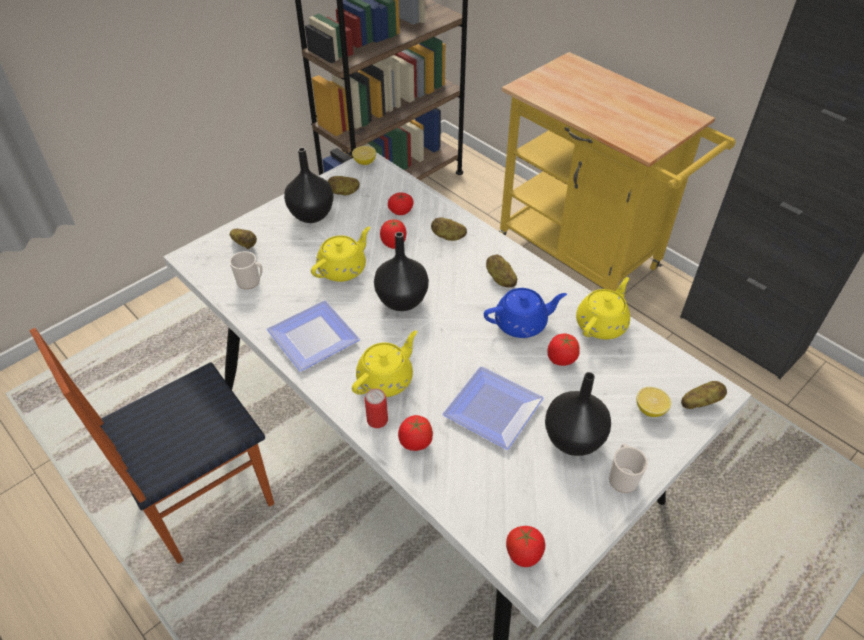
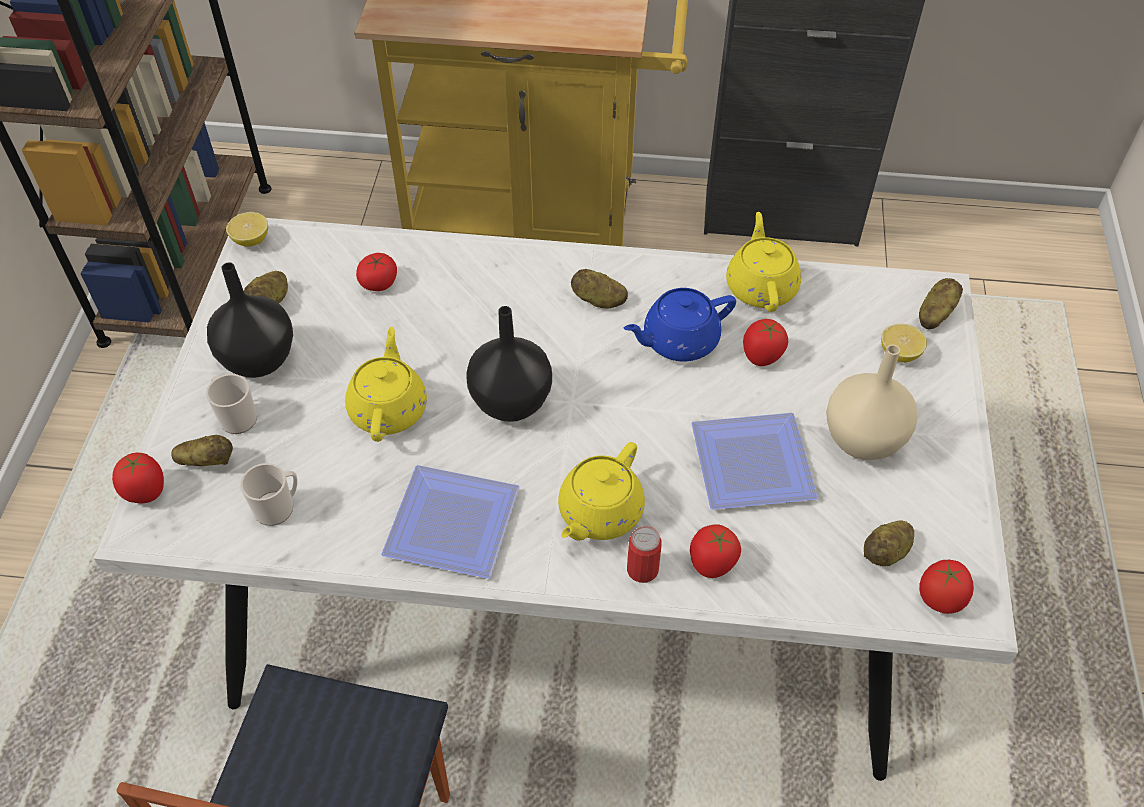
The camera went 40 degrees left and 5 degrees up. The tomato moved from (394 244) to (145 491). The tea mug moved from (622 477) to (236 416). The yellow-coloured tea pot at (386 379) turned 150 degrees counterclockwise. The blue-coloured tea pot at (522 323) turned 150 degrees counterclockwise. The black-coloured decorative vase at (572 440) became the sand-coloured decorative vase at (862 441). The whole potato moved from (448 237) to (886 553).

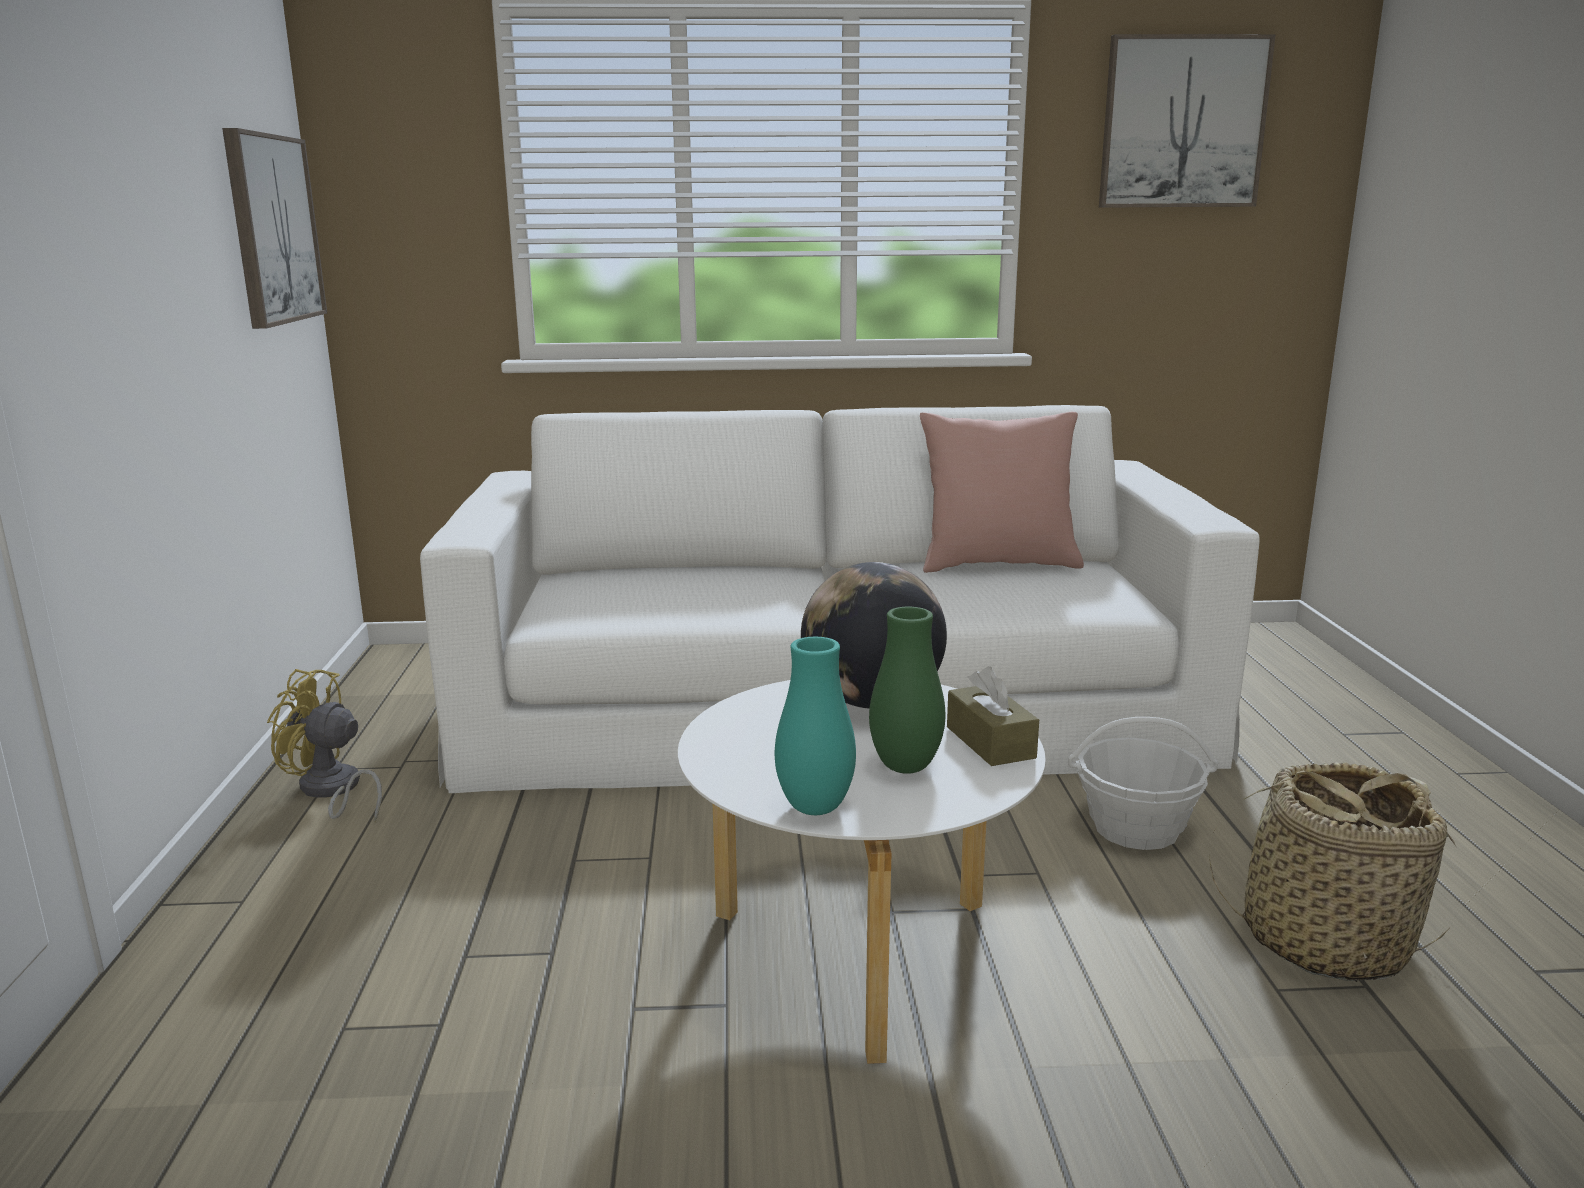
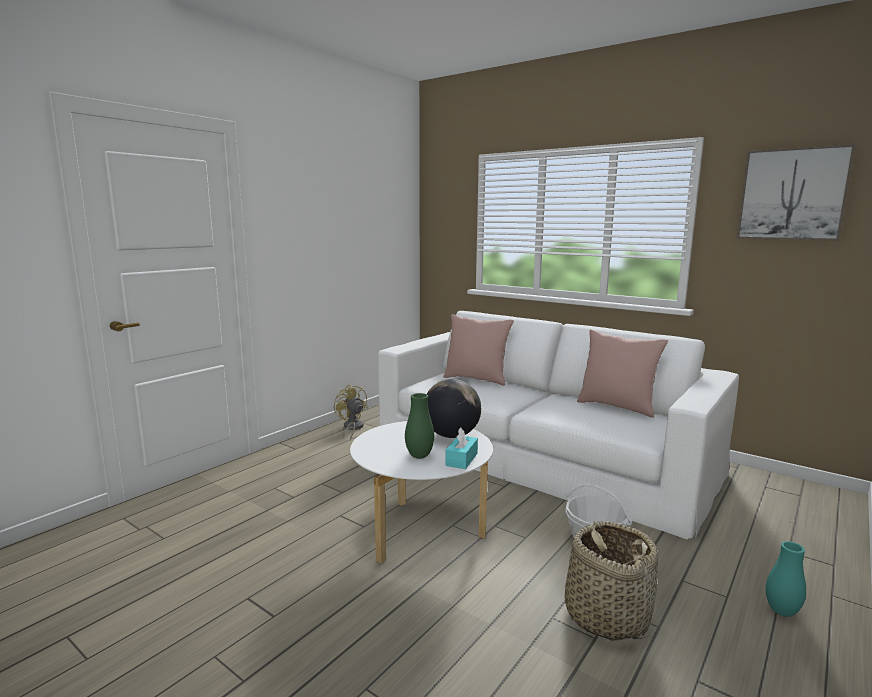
The camera went 40 degrees right and 5 degrees down. The pink-coloured throw pillow at (476 379) appeared. The brownish box of tissues at (990 742) became the blue-green box of tissues at (461 459). The blue-green decorative vase moved from (815 807) to (781 611). The wall art at (273 229) disappeared.

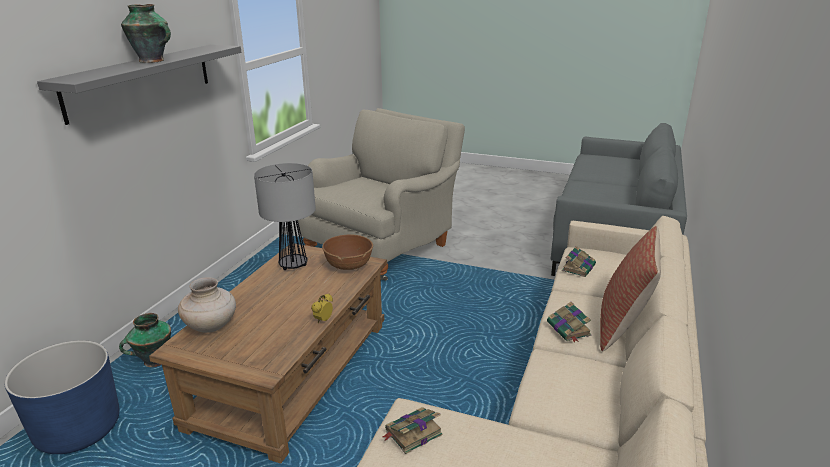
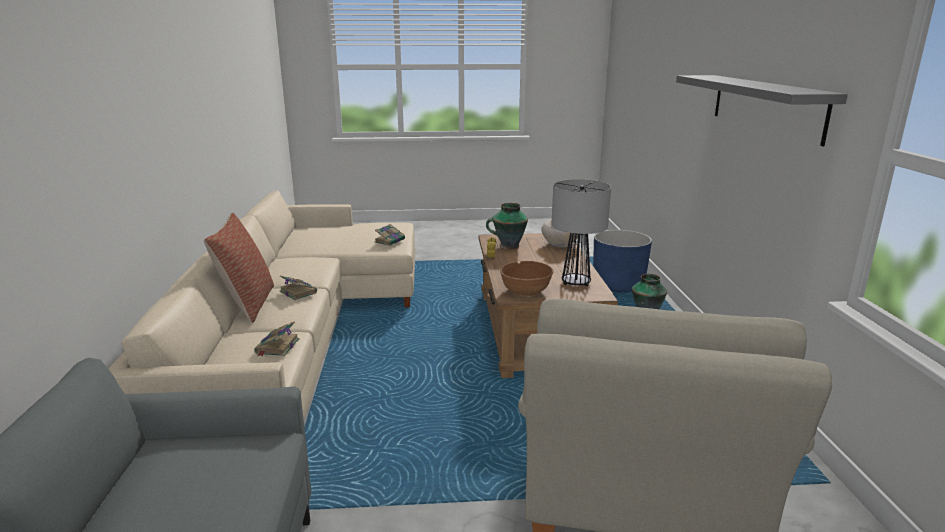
The camera went 155 degrees right and 5 degrees down. The decorative vase moved from (153 61) to (508 246).

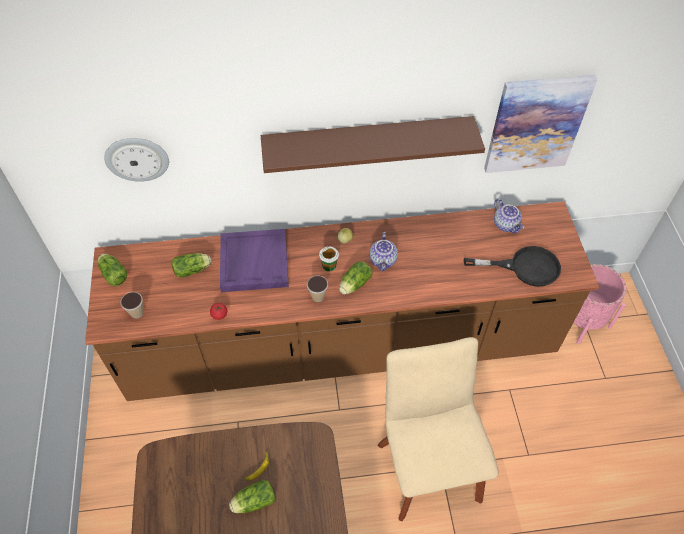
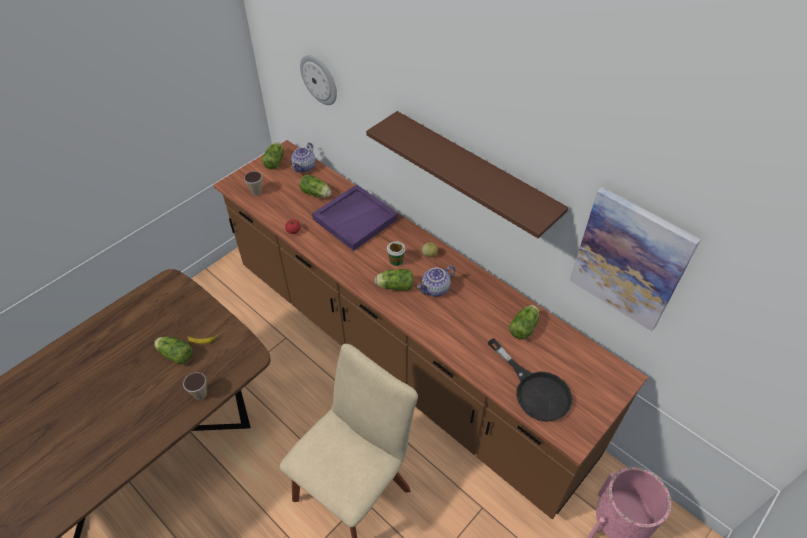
The camera went 50 degrees right and 5 degrees down. The cup moved from (318 296) to (200 394). The tea pot moved from (506 225) to (304 167). The head of lettuce at (524 326) appeared.

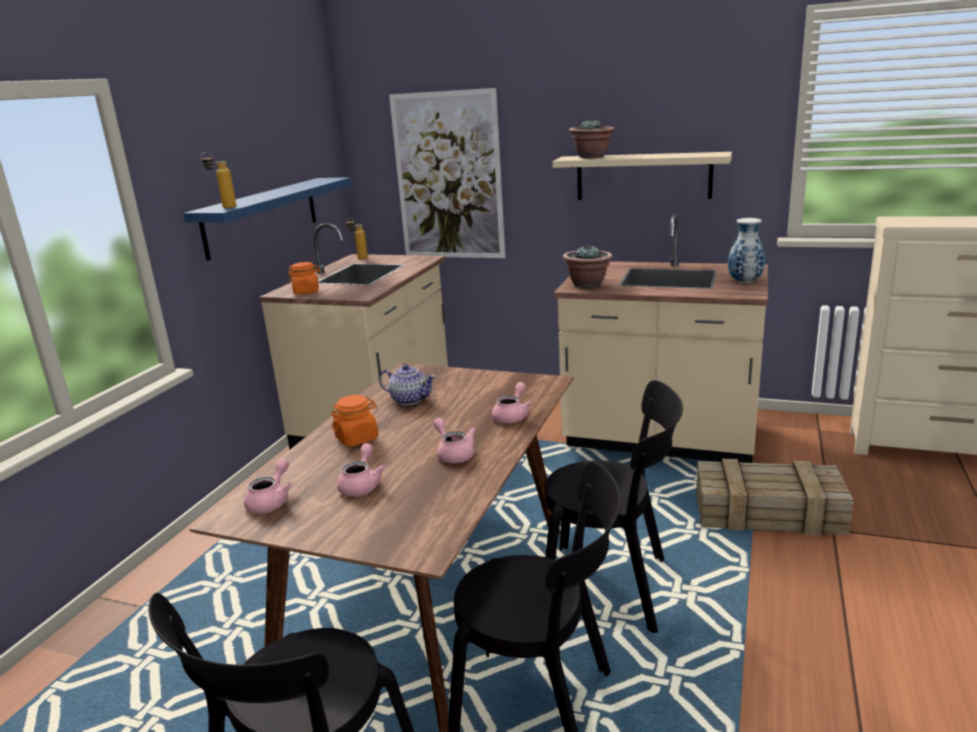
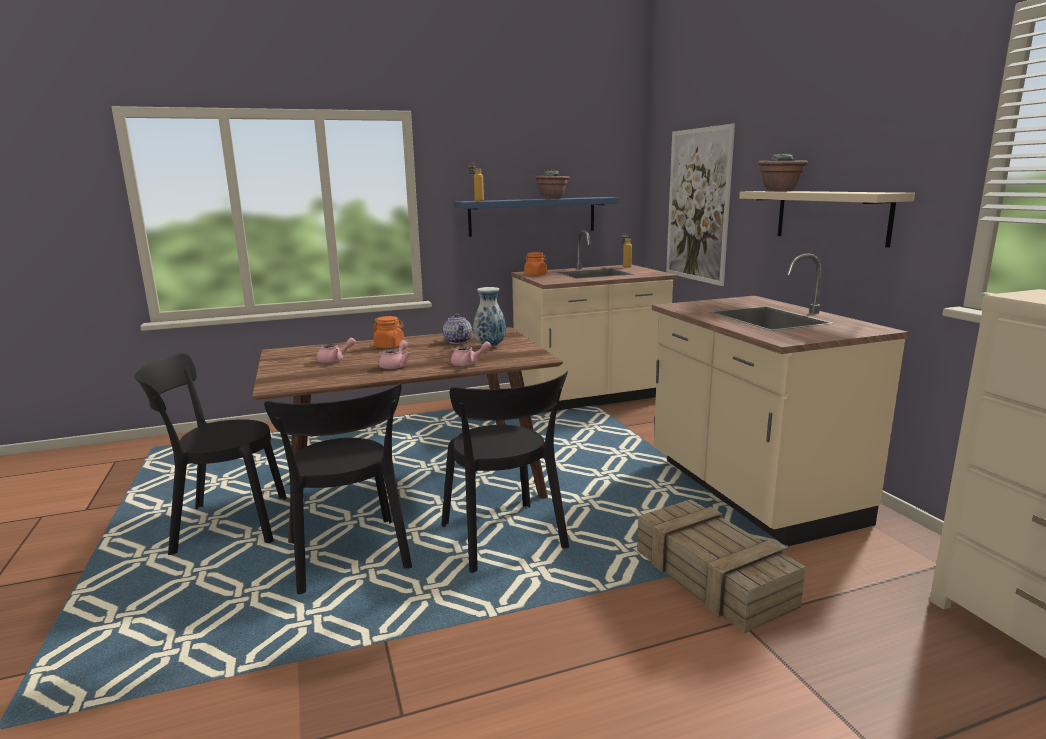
The camera went 50 degrees right and 5 degrees down. The decorative vase moved from (744 282) to (490 346). The potted plant moved from (587 284) to (552 198). The pink-coloured tea pot at (272 501) disappeared.

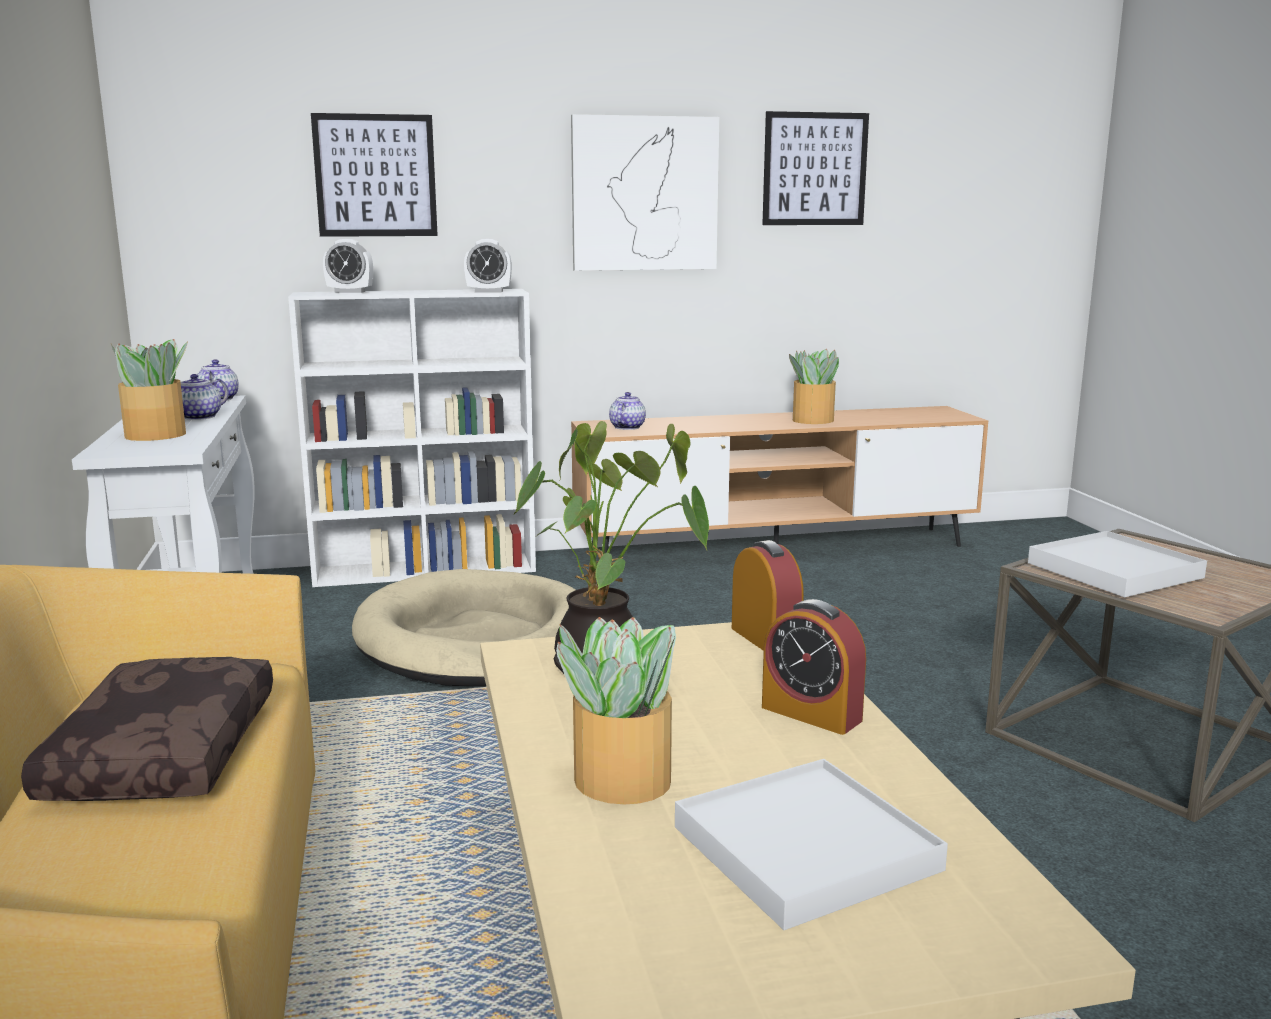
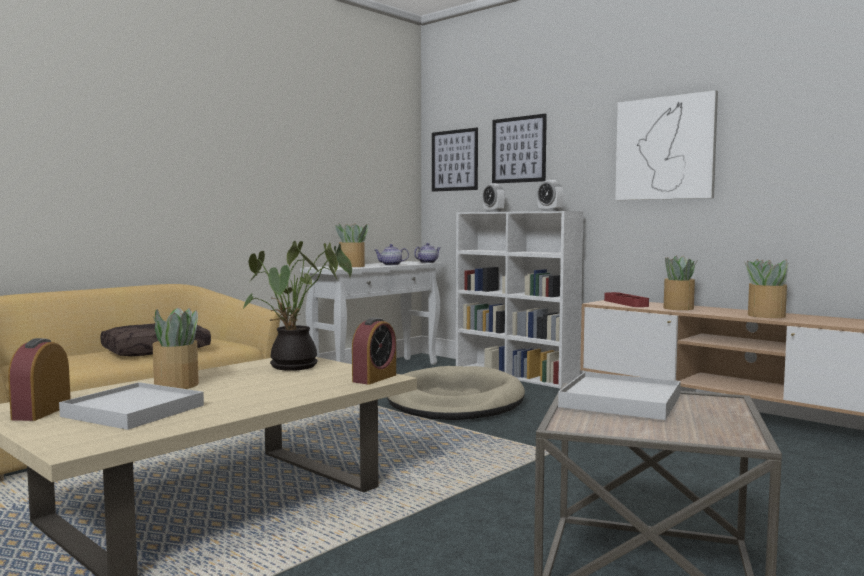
The camera went 55 degrees right and 10 degrees down. The table clock moved from (811 713) to (42 412). The wall art moved from (815 169) to (454 160). The tea pot at (627 427) was replaced by the red-coloured tray at (625 303). The potted plant at (678 308) appeared.

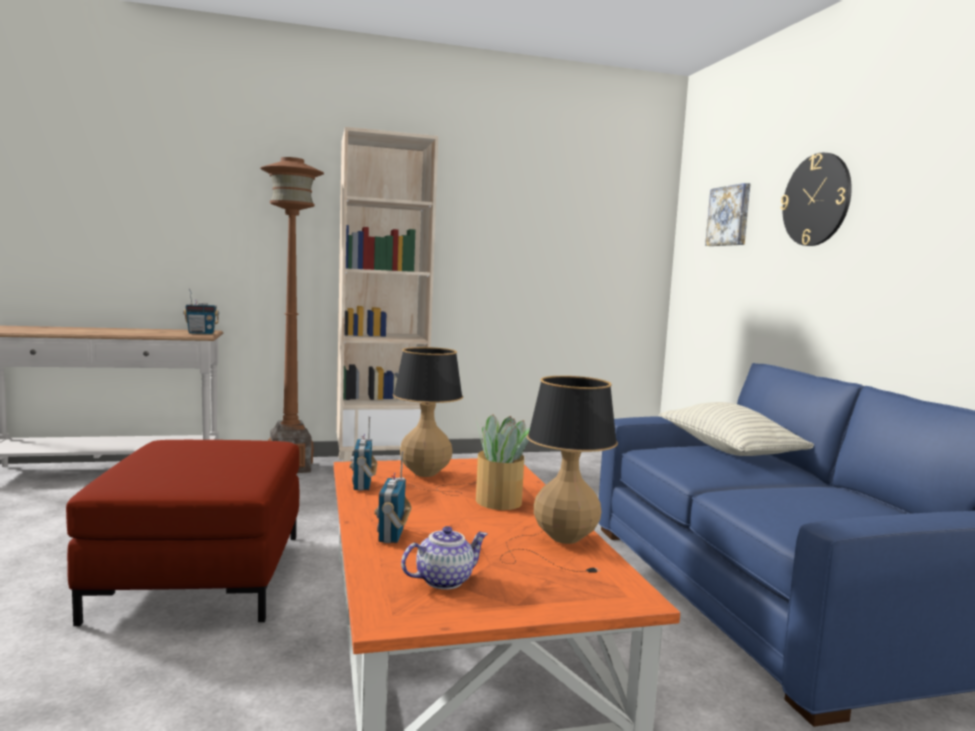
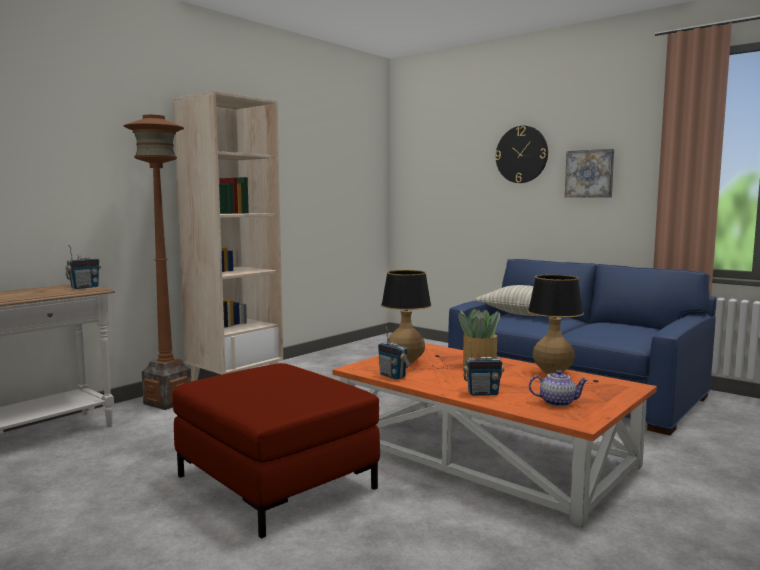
The camera went 35 degrees left and 0 degrees up. The radio receiver at (392 535) turned 60 degrees counterclockwise. The tea pot at (444 580) turned 75 degrees clockwise. The wall art moved from (729 216) to (589 173).

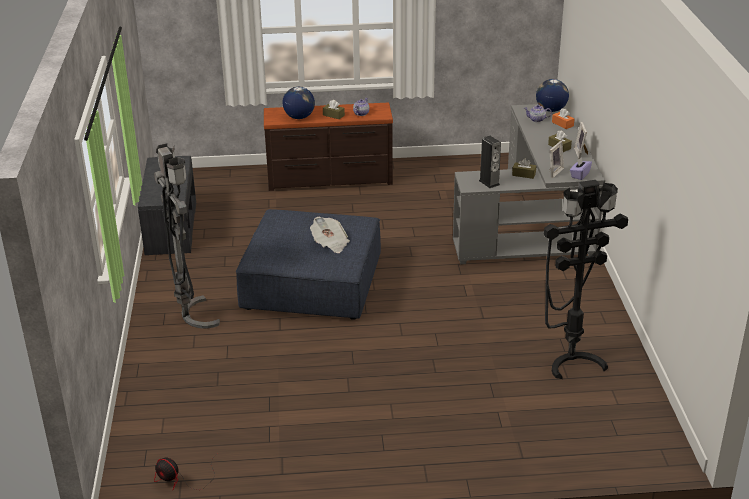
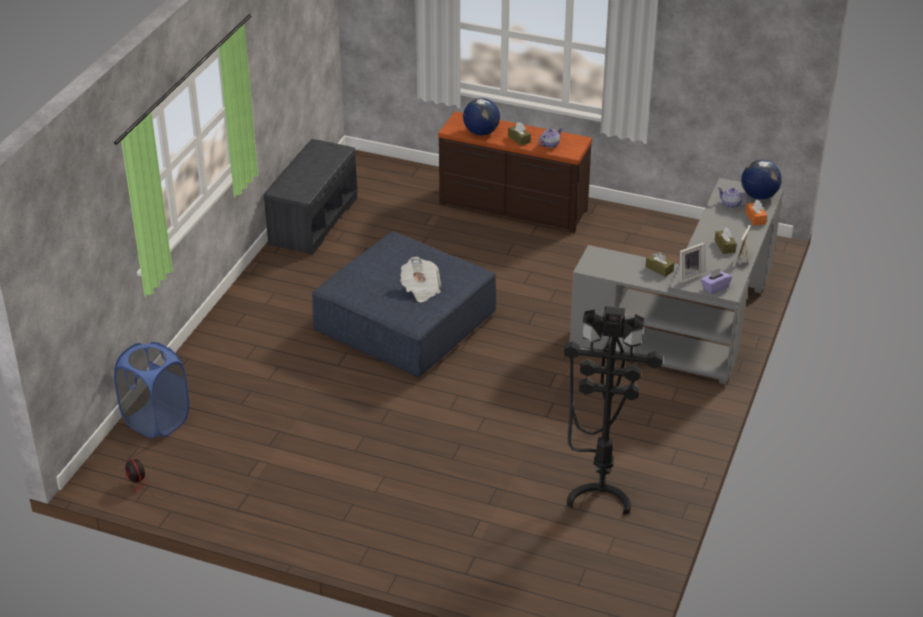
The camera went 25 degrees right and 5 degrees up. The blue-coloured hamper at (156 421) appeared. The greyish floor lamp at (190 317) disappeared. The loudspeaker at (489 182) disappeared.

